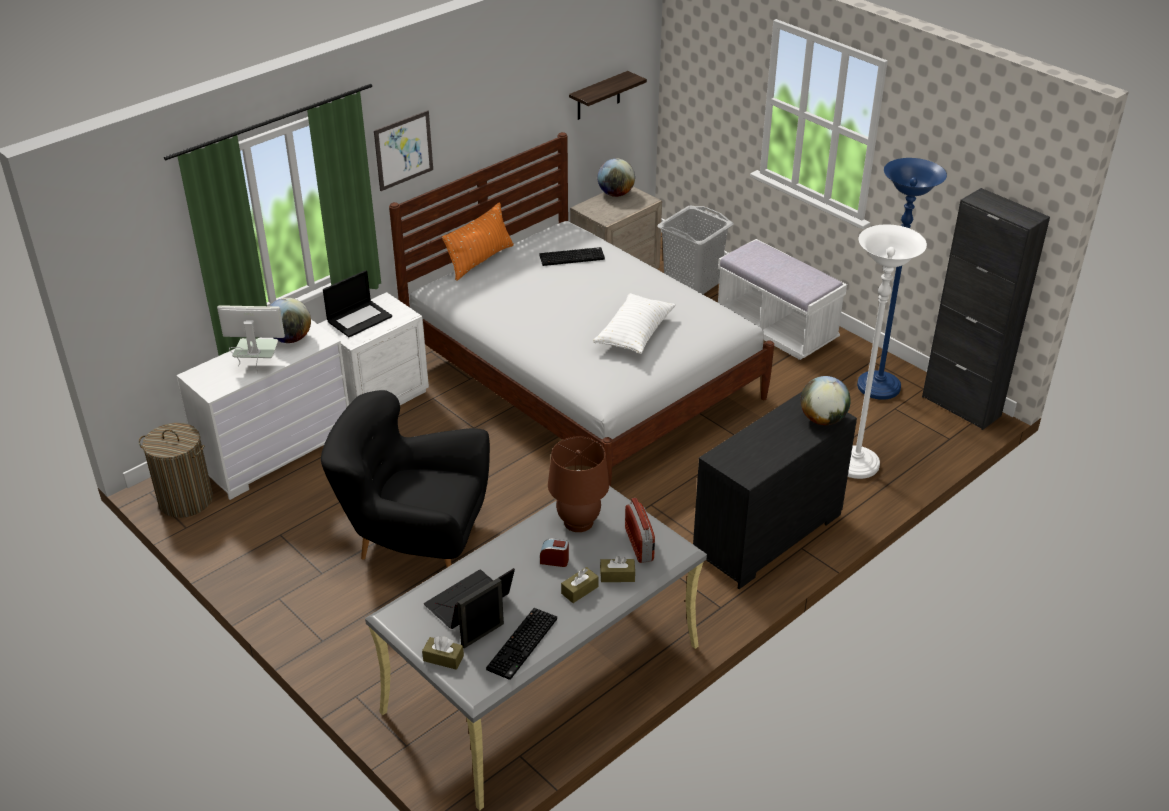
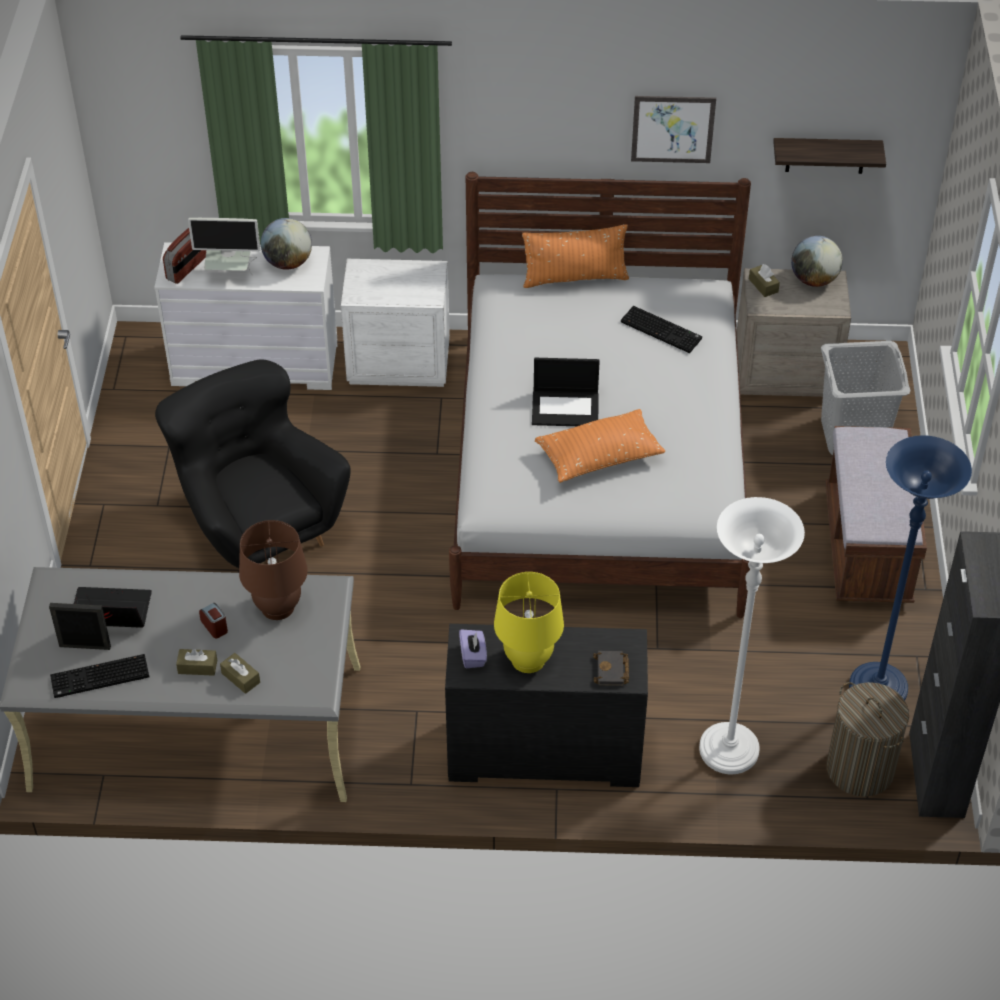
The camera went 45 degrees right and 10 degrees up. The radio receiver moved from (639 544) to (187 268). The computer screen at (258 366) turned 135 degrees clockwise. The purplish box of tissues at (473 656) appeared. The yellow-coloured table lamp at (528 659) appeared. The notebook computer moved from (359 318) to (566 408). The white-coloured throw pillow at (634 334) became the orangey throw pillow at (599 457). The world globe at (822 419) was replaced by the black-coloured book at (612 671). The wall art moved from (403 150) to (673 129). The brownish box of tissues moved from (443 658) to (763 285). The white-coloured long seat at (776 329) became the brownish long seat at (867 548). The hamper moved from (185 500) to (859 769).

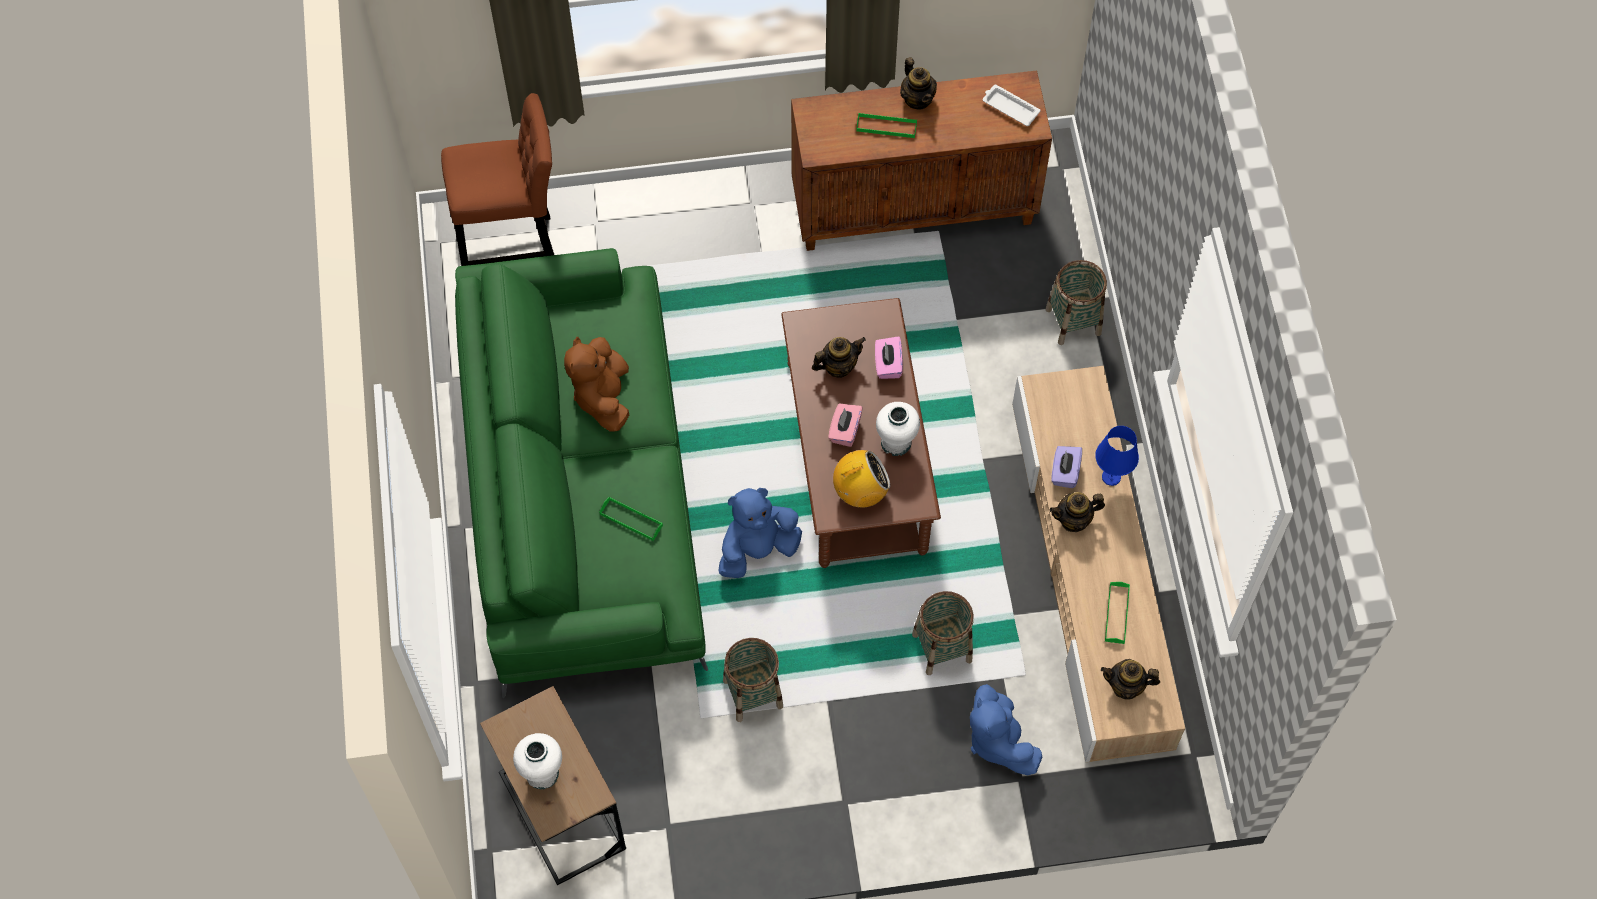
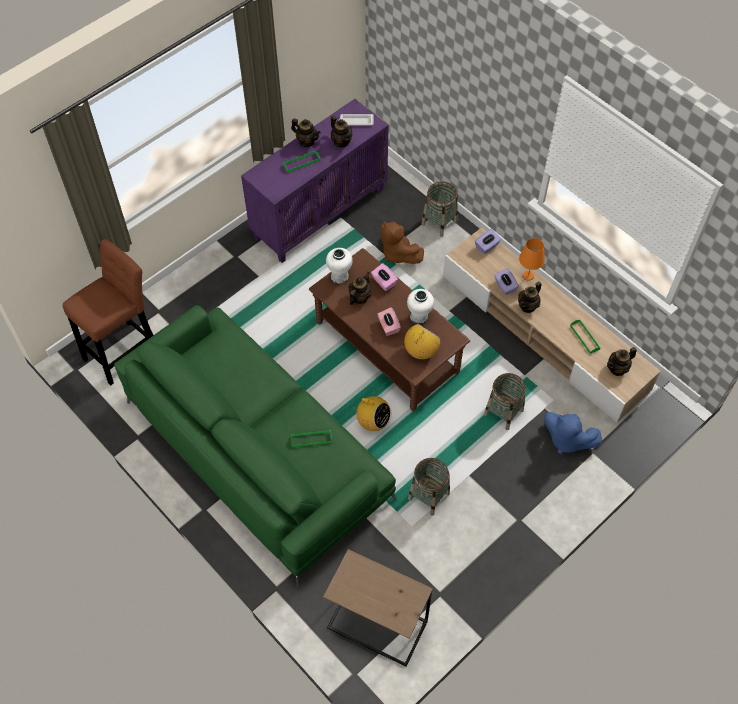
The camera went 35 degrees left and 5 degrees down. The brownish storage cabinet at (915 207) became the purplish storage cabinet at (320 213). The white-coloured decorative vase moved from (542 773) to (339 276). The tea pot at (341 141) appeared. The blue-coloured soft toy at (758 549) was replaced by the radio receiver at (373 422). The brownish soft toy moved from (603 396) to (398 253). The purplish box of tissues at (487 246) appeared. The blue-coloured table lamp at (1111 476) became the orangey table lamp at (528 275).

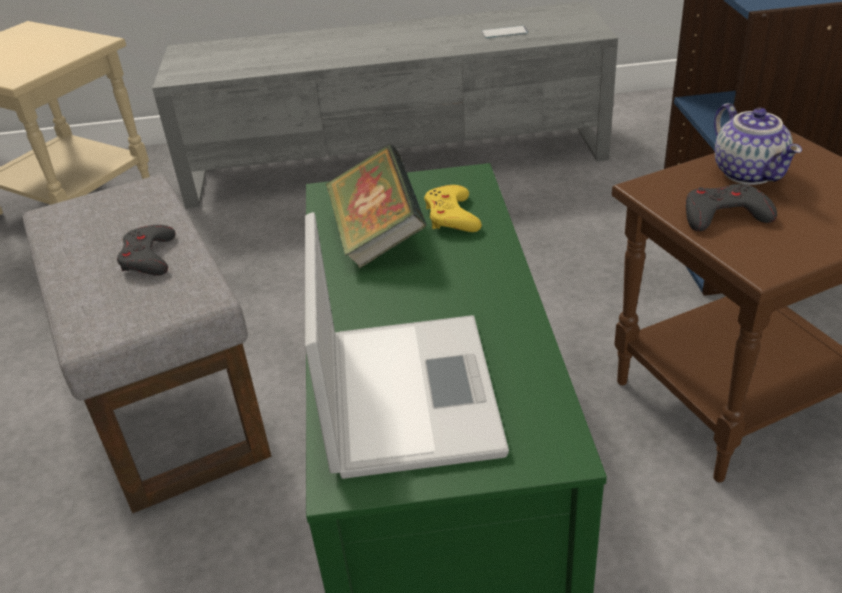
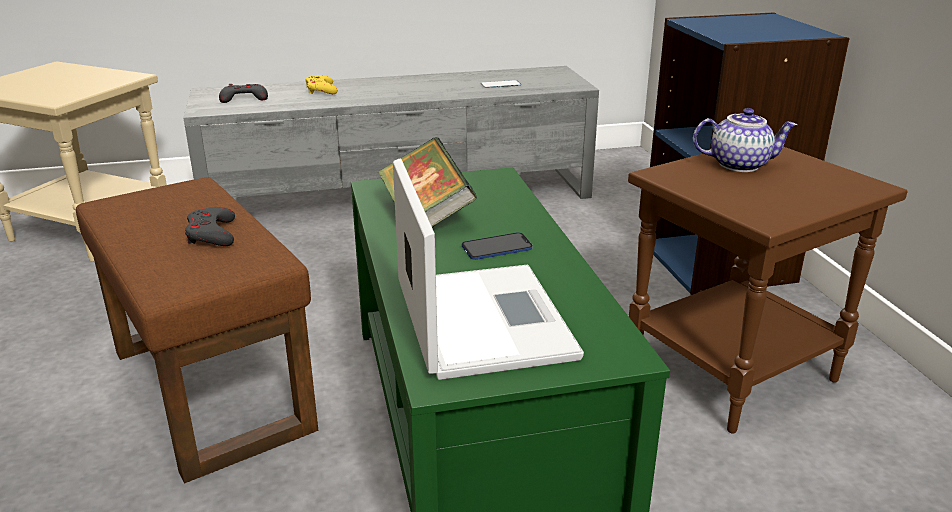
The camera went 10 degrees left and 10 degrees down. The greyish ottoman at (167 399) became the brownish ottoman at (206 388). The greyish joypad moved from (724 215) to (244 98). The yellow-coloured joypad moved from (451 216) to (321 90). The telephone at (497 248) appeared. The tea pot at (750 173) turned 60 degrees counterclockwise.

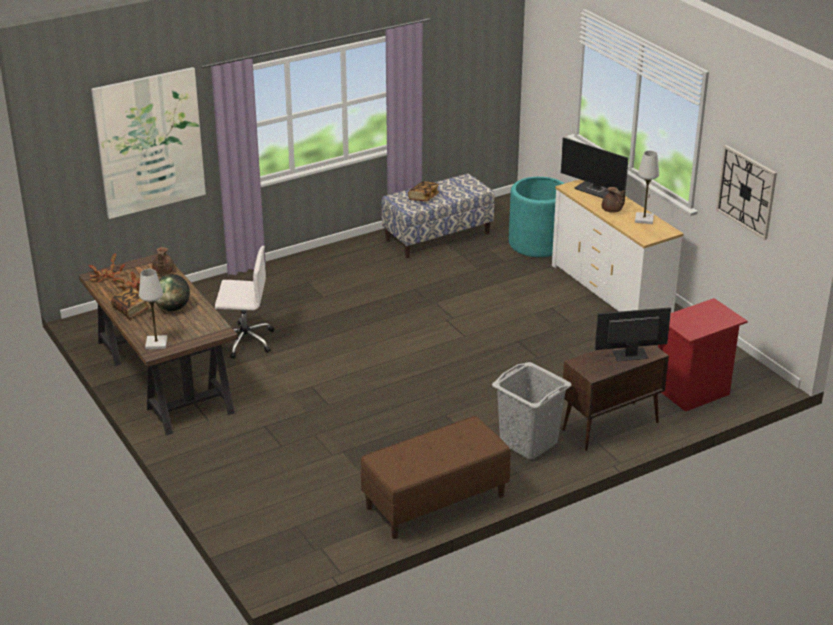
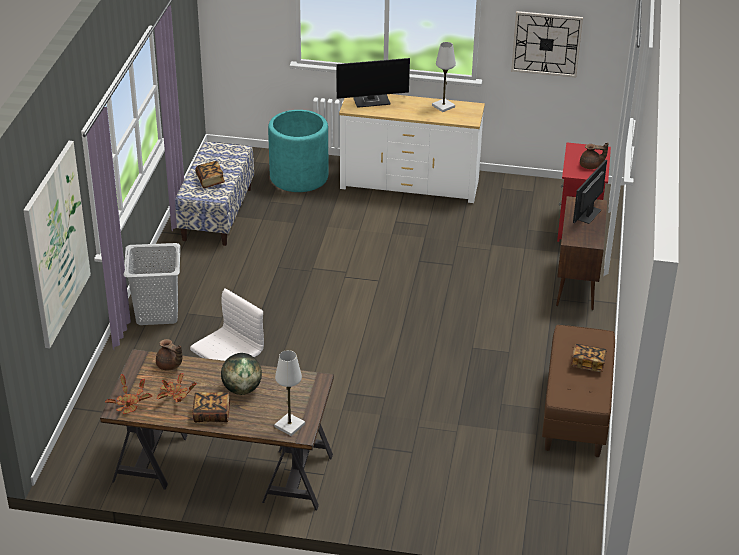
The camera went 50 degrees left and 5 degrees up. The greyish hamper moved from (528 442) to (157 312). The book at (588 364) appeared. The brownish tea pot moved from (612 210) to (591 166).

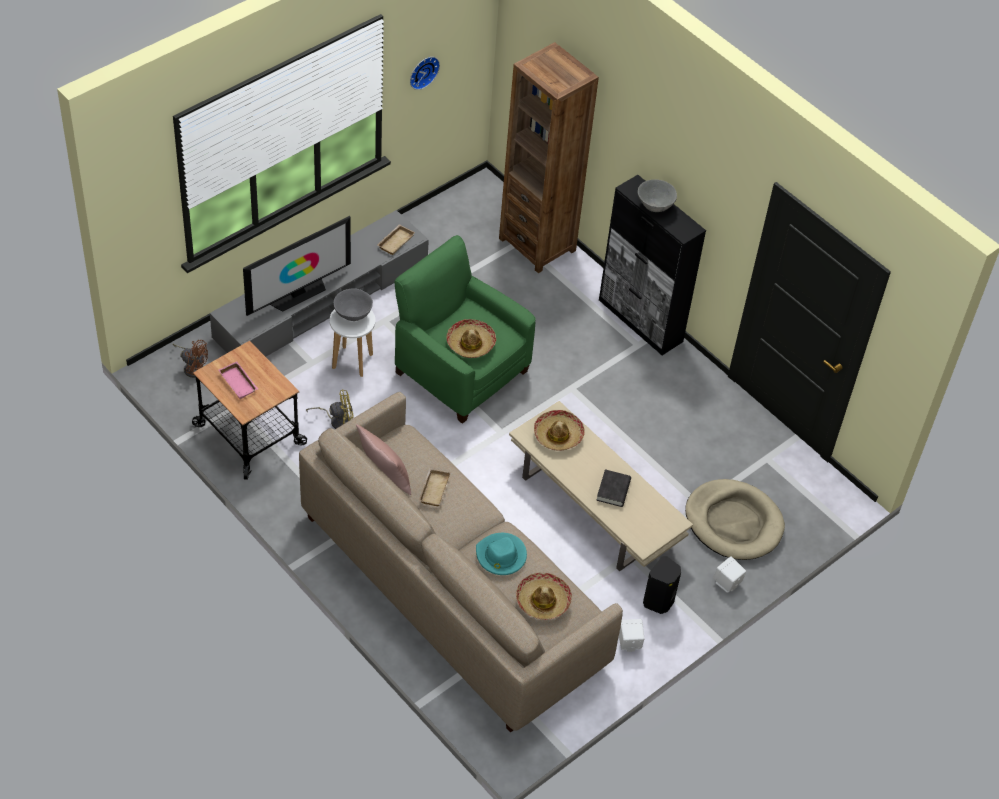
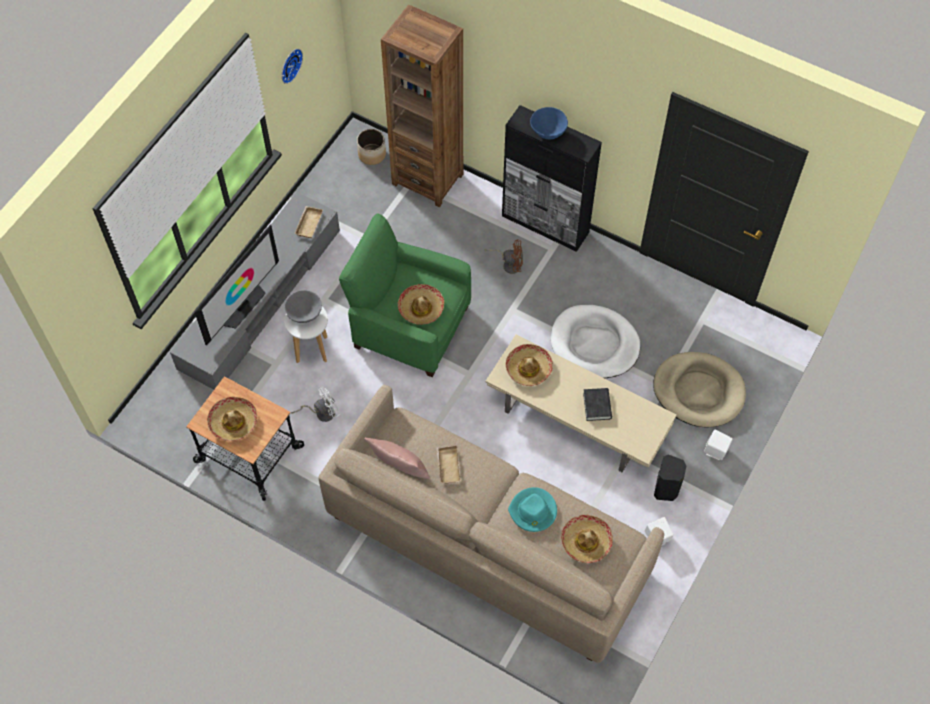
The camera went 15 degrees left and 10 degrees up. The pink-coloured tray at (239 382) was replaced by the hat at (233 422). The yellow-coloured electric fan at (337 420) became the white-coloured electric fan at (321 412). The flower pot at (372 154) appeared. The brownish electric fan moved from (192 367) to (509 264). The greyish serving bowl at (655 207) became the blue-coloured serving bowl at (548 133). The white-coloured dog cushion at (594 344) appeared.

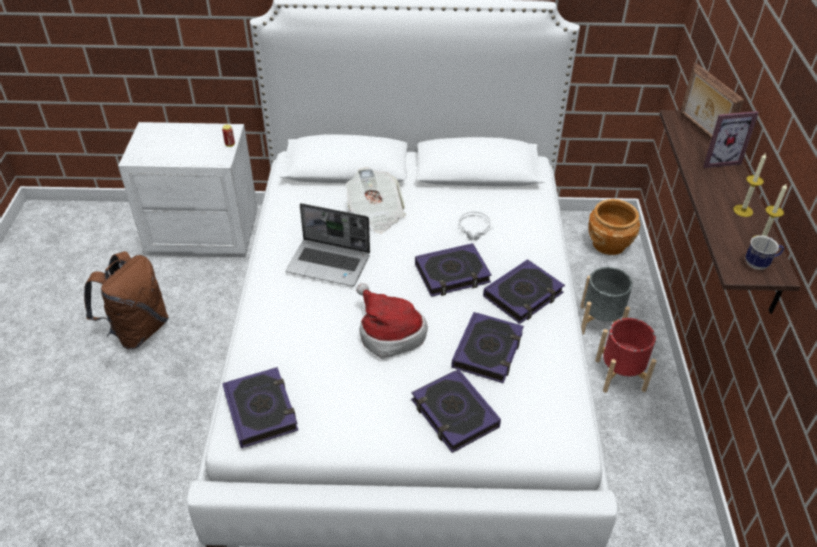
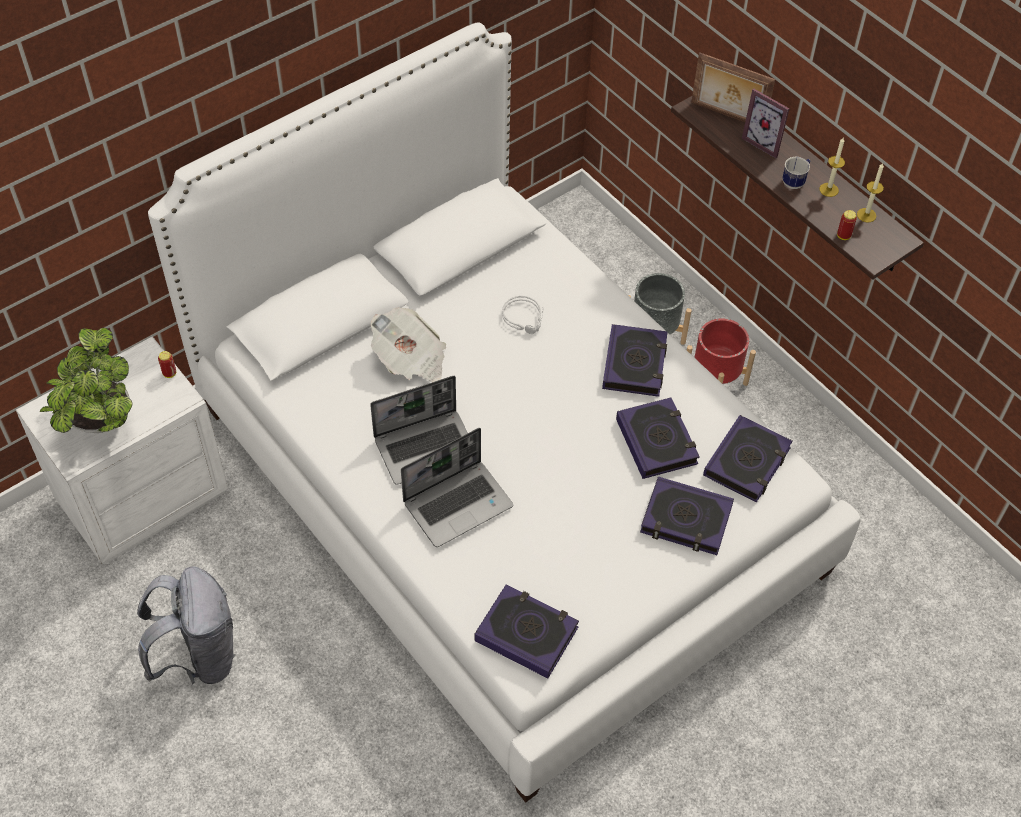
The camera went 40 degrees left and 10 degrees up. The potted plant at (99 423) appeared. The brownish rucksack at (138 330) became the greyish rucksack at (199 656). The notebook computer at (458 503) appeared. The book moved from (452 274) to (747 462). The photo frame at (717 159) turned 90 degrees clockwise. The tea mug moved from (760 264) to (795 182). The can at (843 236) appeared. The hat at (388 333) disappeared. The brownish flower pot at (609 244) disappeared.

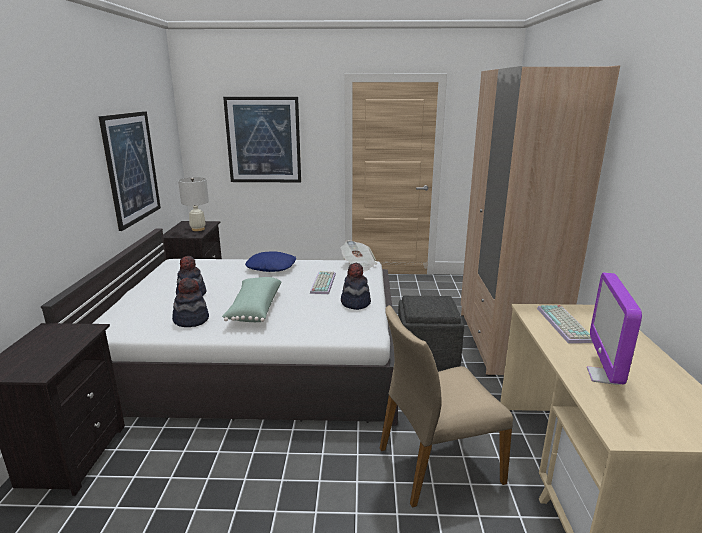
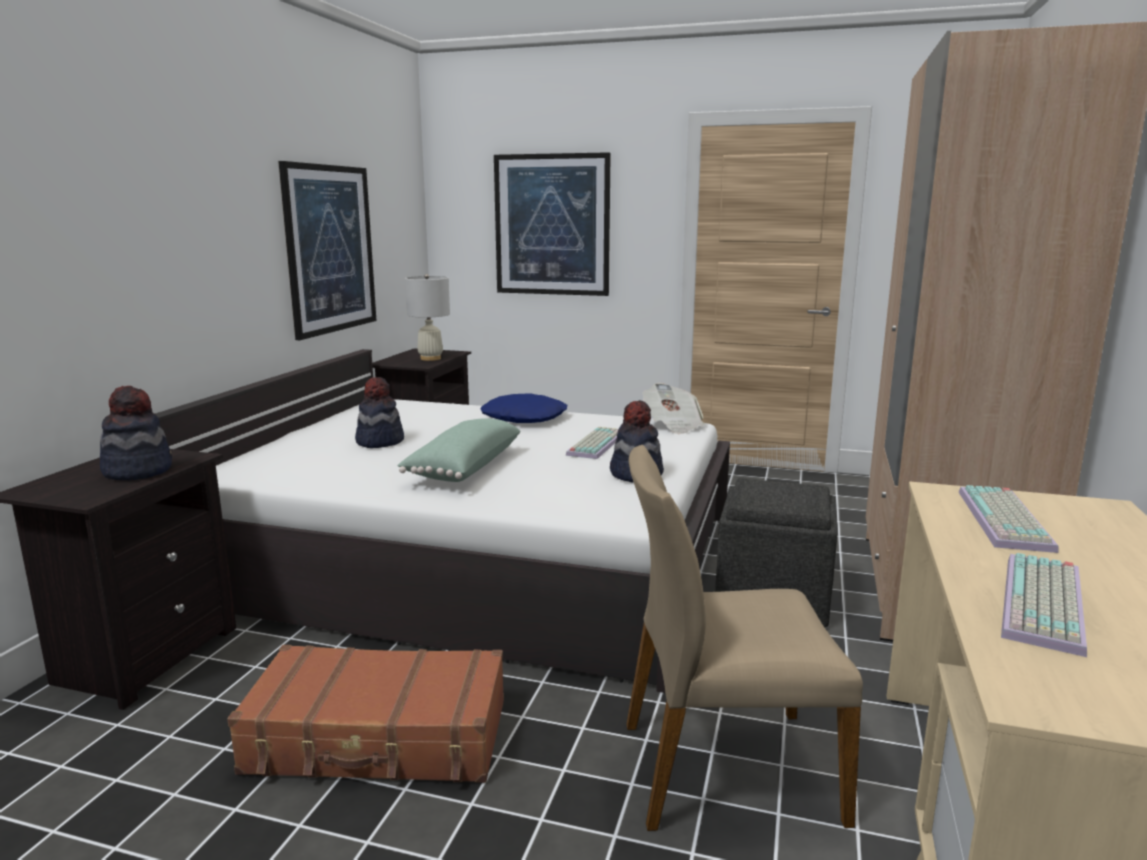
The camera went 15 degrees right and 5 degrees down. The hat moved from (191 320) to (138 471). The brownish travel case at (379 738) appeared. The computer screen at (604 376) was replaced by the PC keyboard at (1046 605).

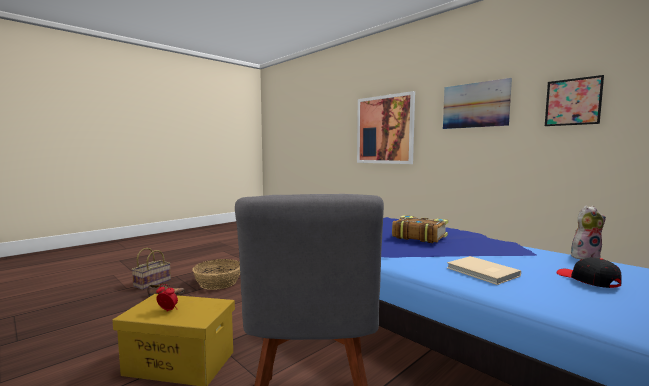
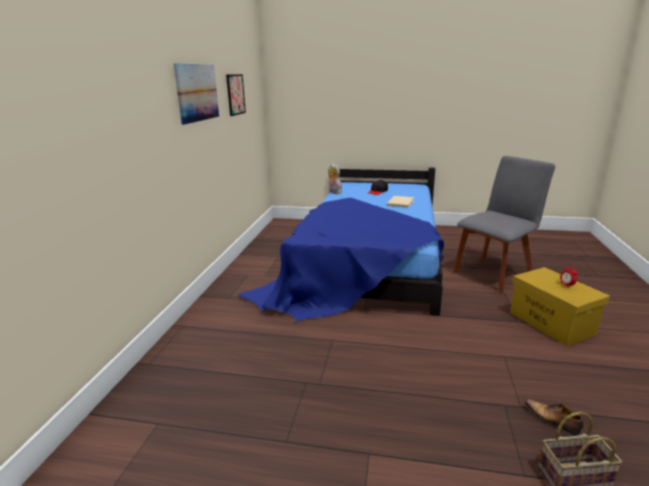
The camera went 125 degrees left and 15 degrees up. The storage basket at (218 283) disappeared. The wall art at (384 129) disappeared. The book at (419 236) disappeared.

